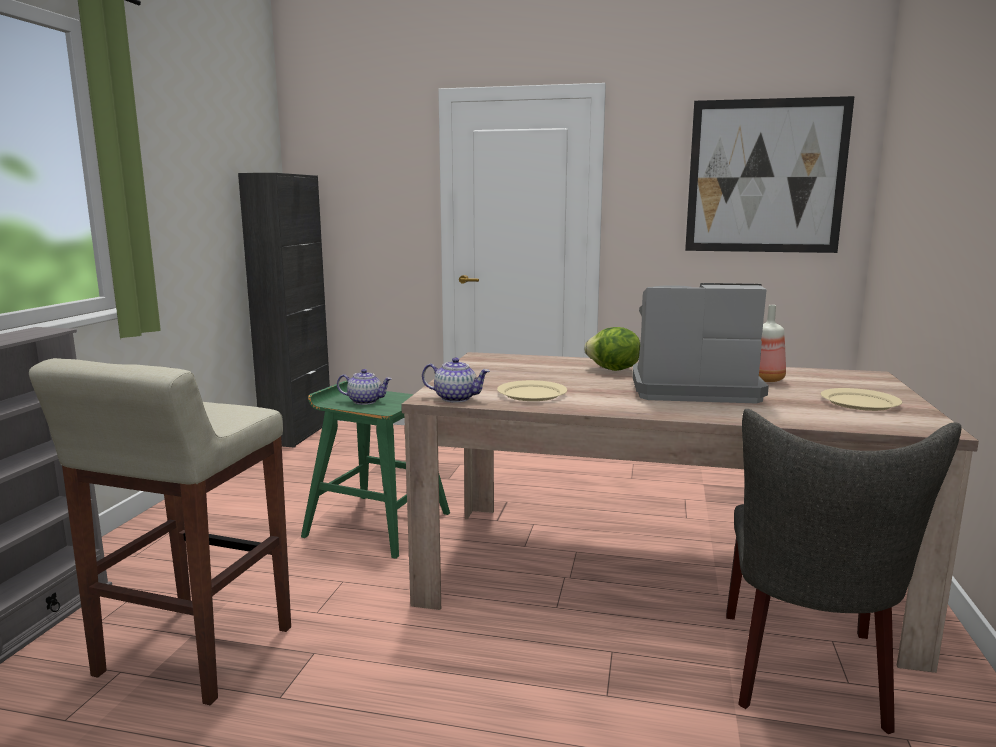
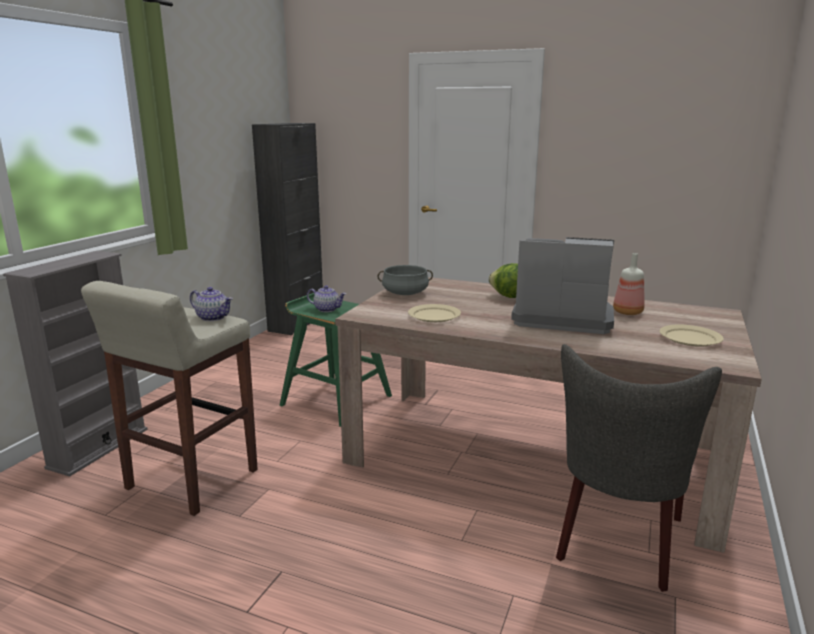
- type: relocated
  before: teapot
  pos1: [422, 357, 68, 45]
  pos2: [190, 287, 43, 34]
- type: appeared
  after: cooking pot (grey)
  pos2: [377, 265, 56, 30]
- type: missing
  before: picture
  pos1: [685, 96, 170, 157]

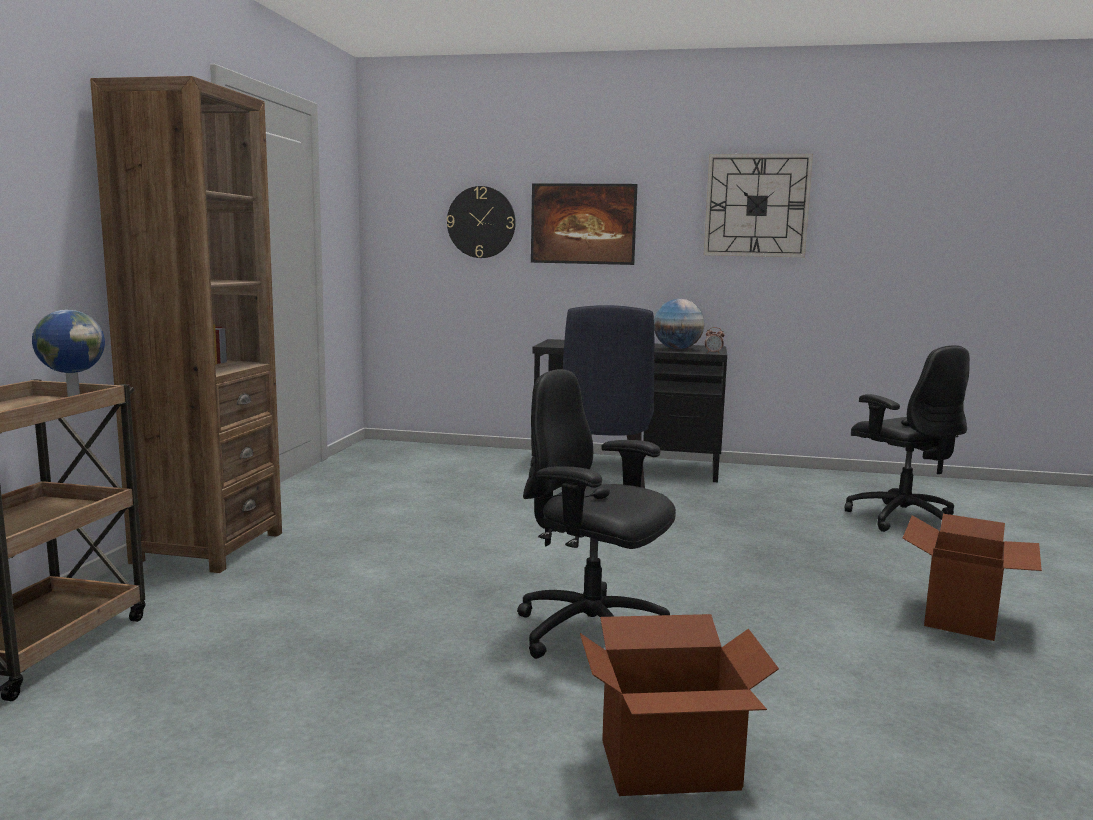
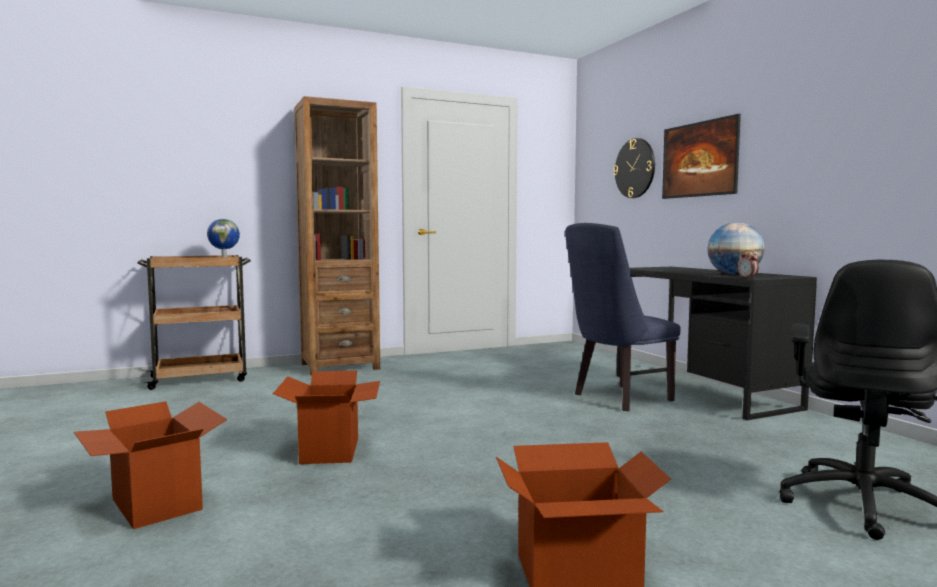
- type: exchanged
  before: office chair (black)
  after: cardboard box
  pos1: [517, 369, 159, 290]
  pos2: [273, 370, 107, 94]
- type: missing
  before: wall clock
  pos1: [704, 154, 109, 103]

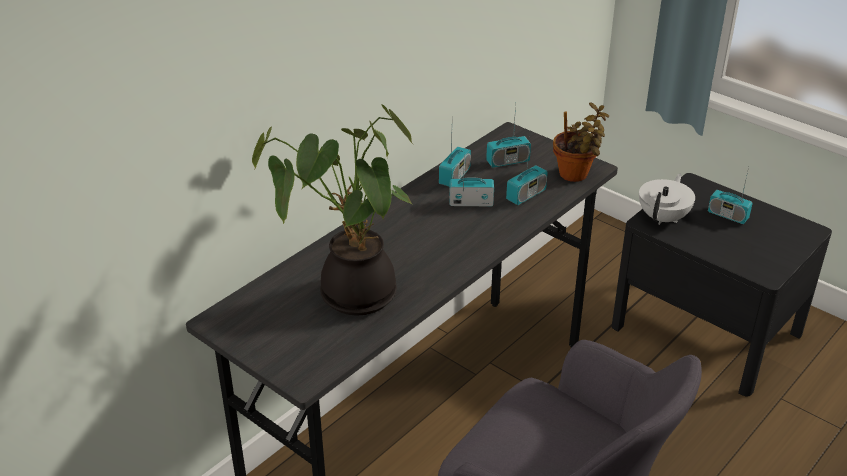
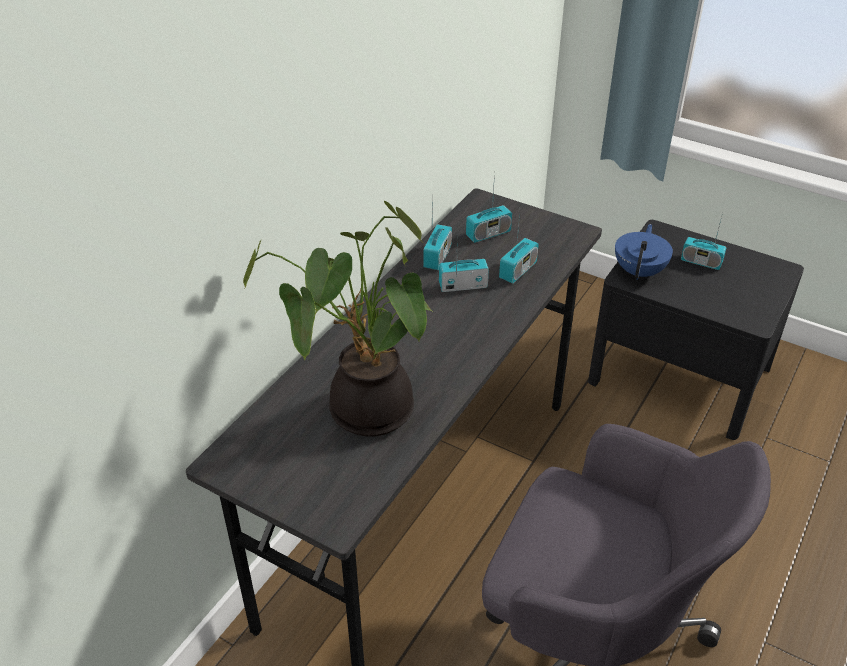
- type: colour
  before: teapot (white)
  after: teapot (blue)
  pos1: [639, 174, 56, 51]
  pos2: [615, 224, 58, 56]
- type: missing
  before: potted plant
  pos1: [553, 102, 56, 80]

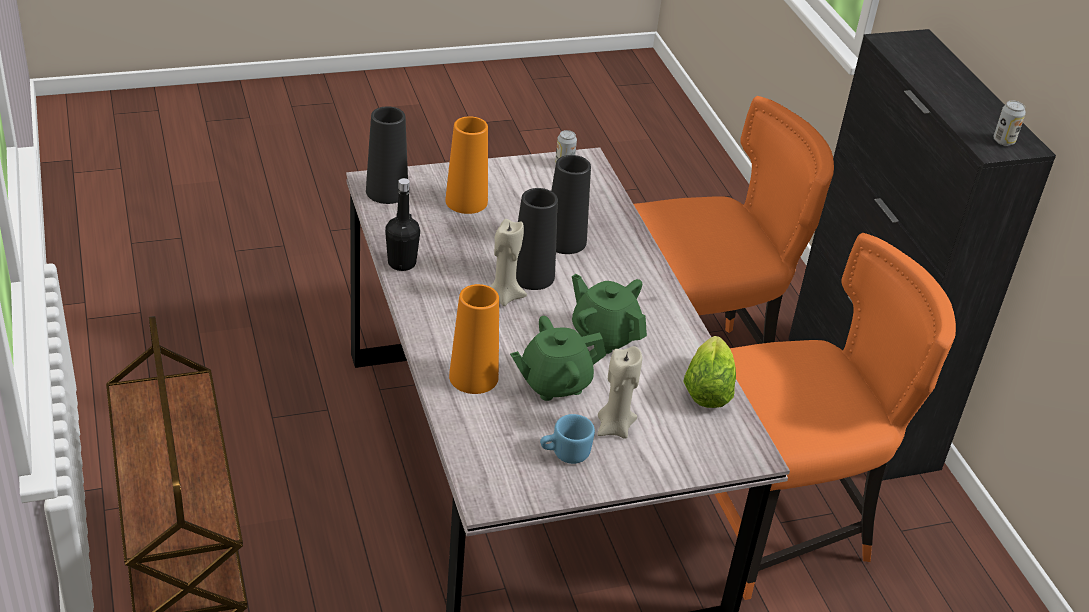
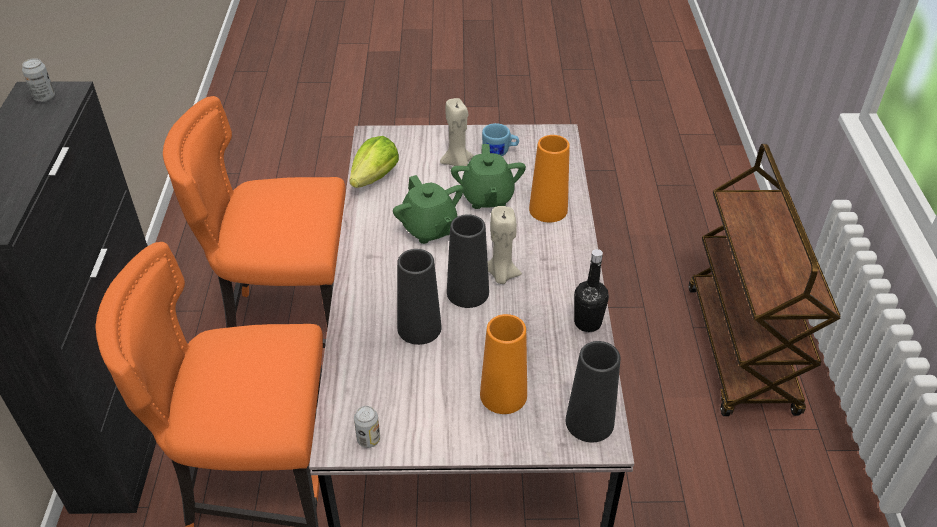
- type: spun
  before: teapot (green)
  pos1: [510, 316, 96, 85]
  pos2: [451, 144, 75, 65]
  turn: 90

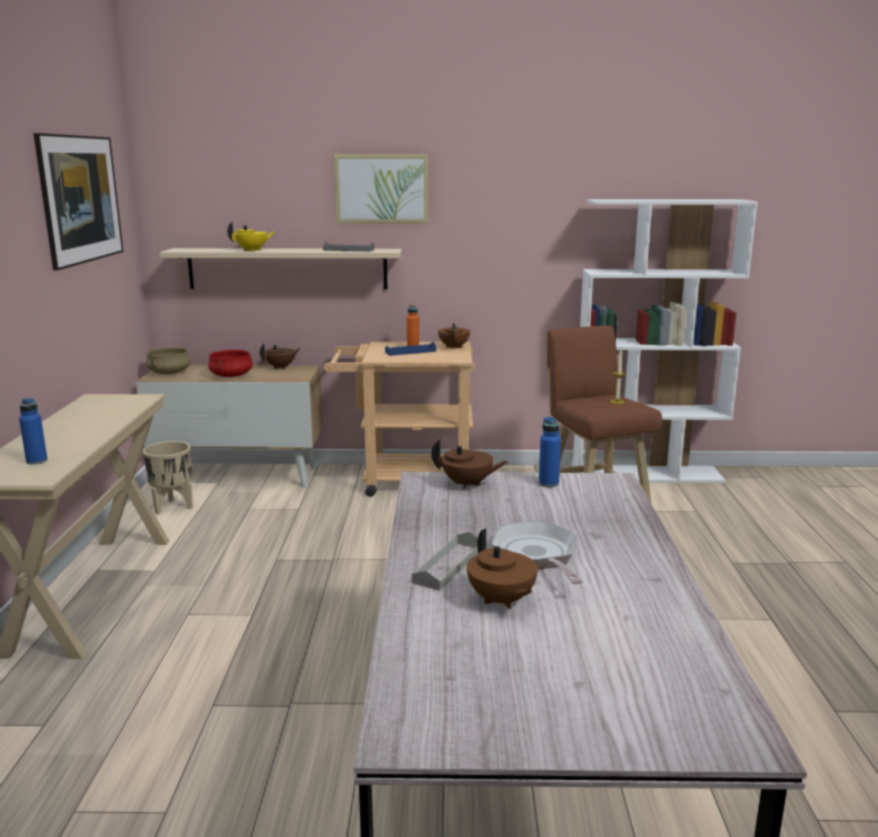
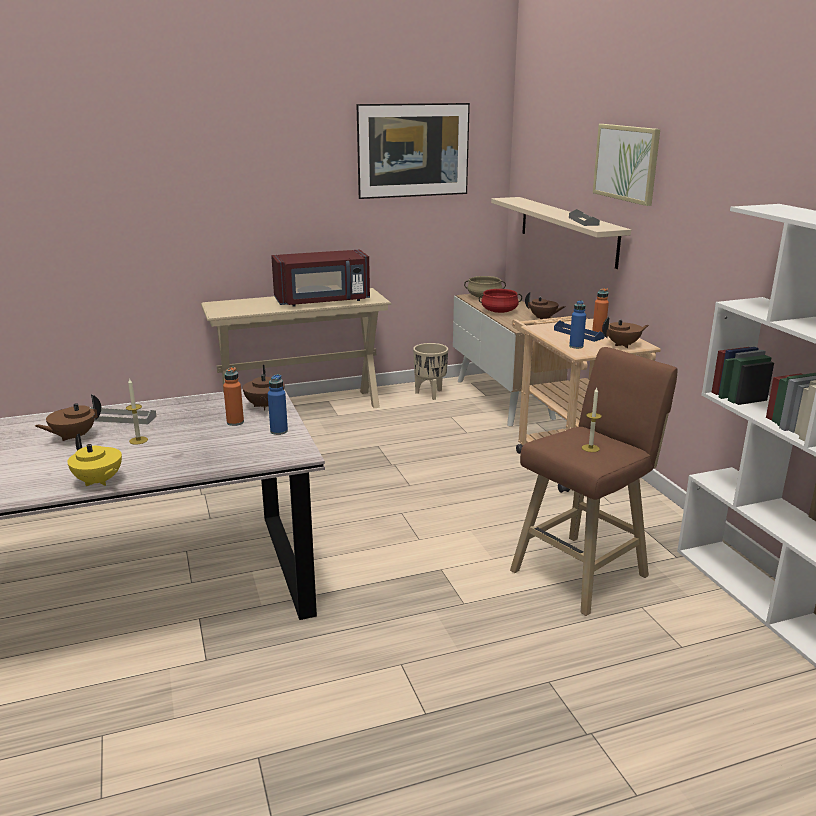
- type: relocated
  before: teapot (yellow)
  pos1: [227, 221, 48, 30]
  pos2: [67, 433, 55, 53]
- type: exchanged
  before: frying pan
  after: candle
  pos1: [492, 520, 91, 64]
  pos2: [126, 379, 22, 66]
- type: appeared
  after: bottle (orange)
  pos2: [223, 367, 21, 59]
- type: appeared
  after: microwave (red)
  pos2: [271, 249, 99, 58]
- type: relocated
  before: bottle (blue)
  pos1: [19, 398, 29, 67]
  pos2: [569, 300, 17, 49]

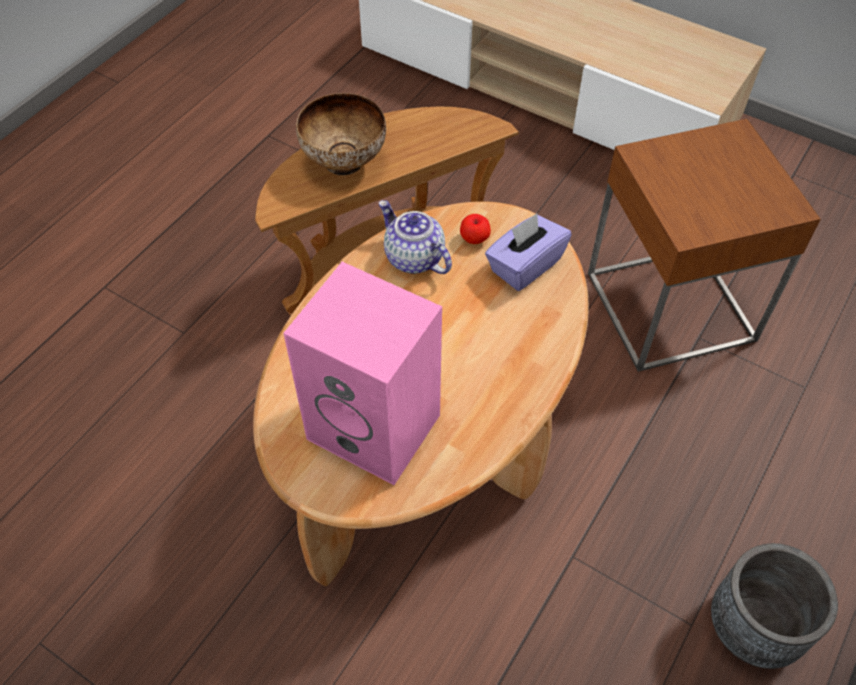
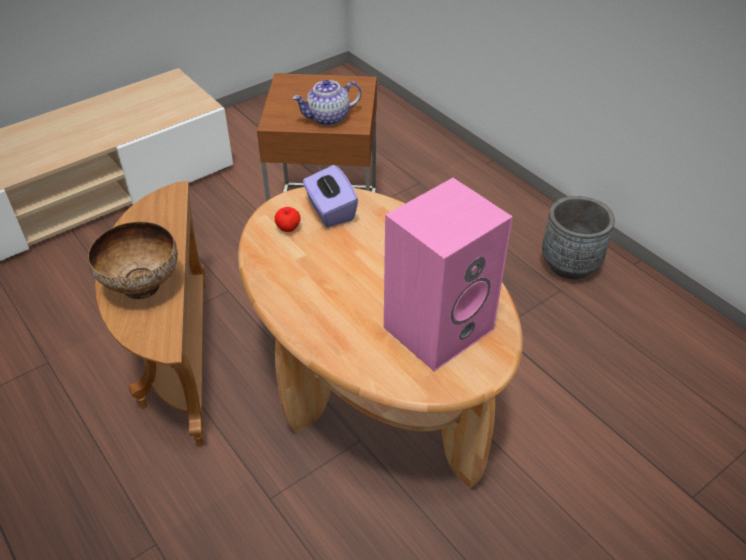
- type: relocated
  before: teapot
  pos1: [379, 200, 73, 74]
  pos2: [292, 79, 69, 47]

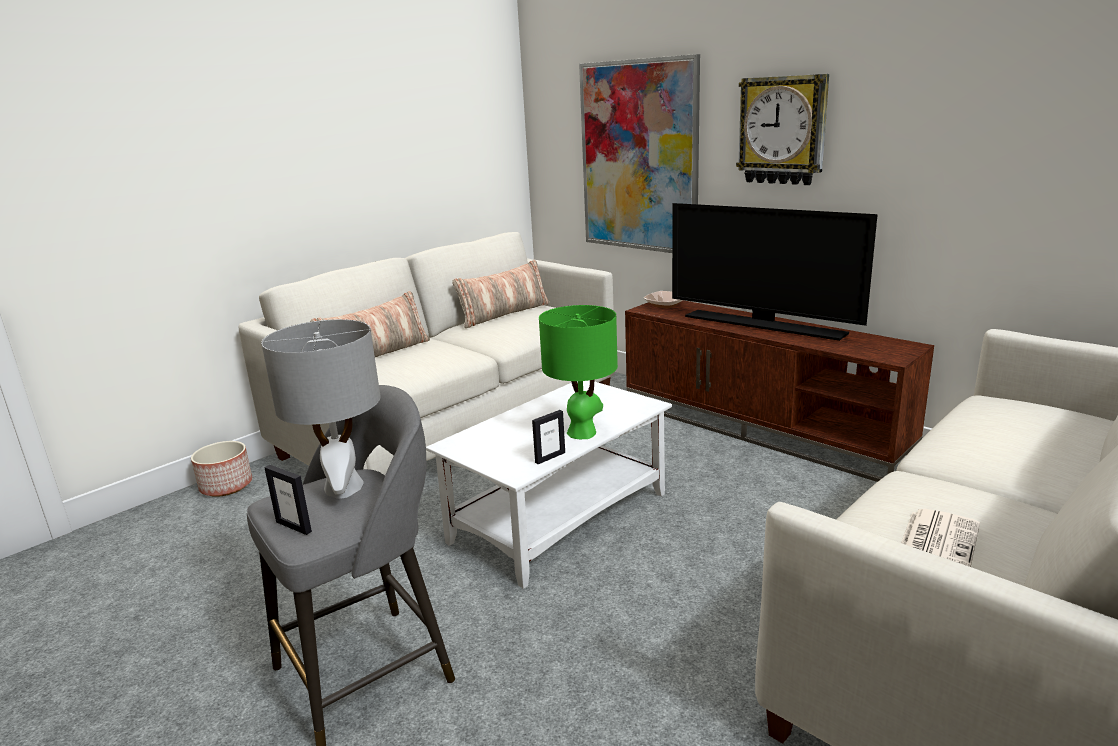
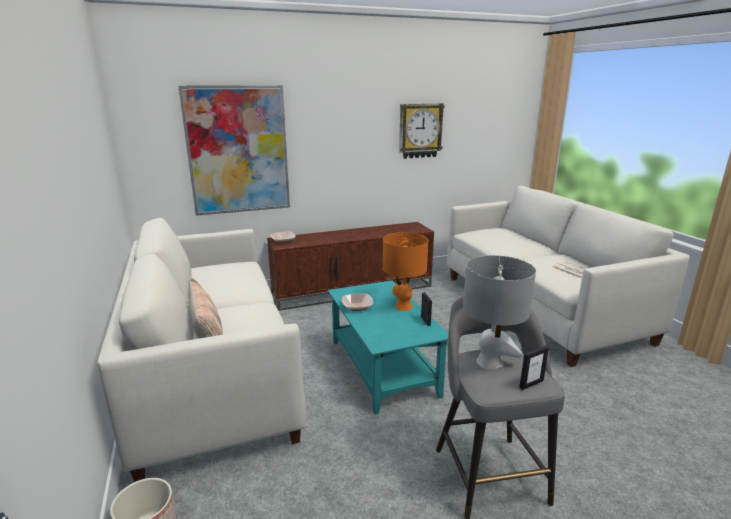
- type: colour
  before: coffee table (white)
  after: coffee table (turquoise)
  pos1: [426, 380, 246, 209]
  pos2: [328, 280, 120, 134]
- type: appeared
  after: bowl
  pos2: [342, 293, 31, 18]
- type: colour
  before: table lamp (green)
  after: table lamp (orange)
  pos1: [539, 305, 79, 134]
  pos2: [383, 232, 45, 79]
- type: relocated
  before: wall clock
  pos1: [736, 74, 93, 111]
  pos2: [399, 103, 46, 56]
- type: missing
  before: pillow
  pos1: [452, 260, 98, 68]
- type: missing
  before: television
  pos1: [672, 203, 206, 138]

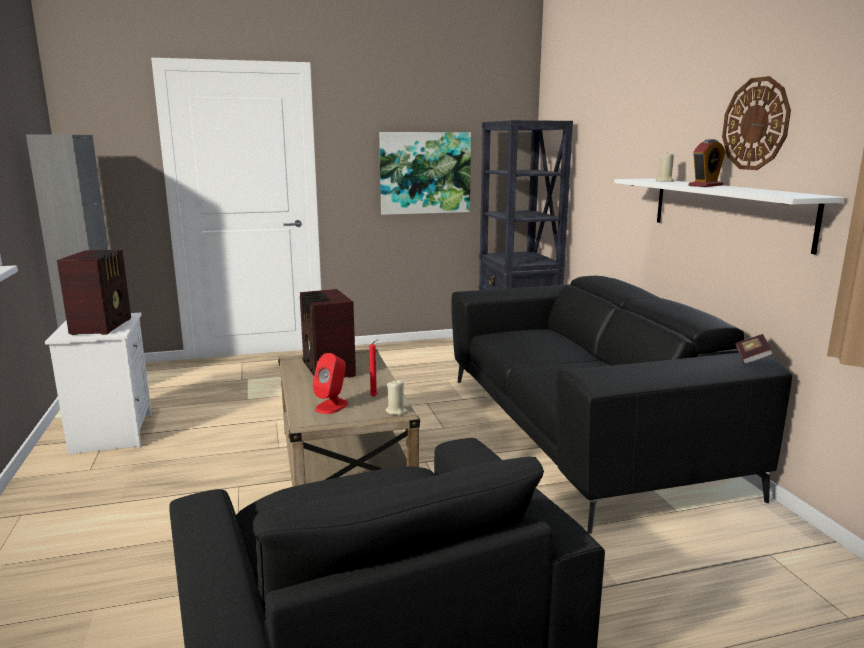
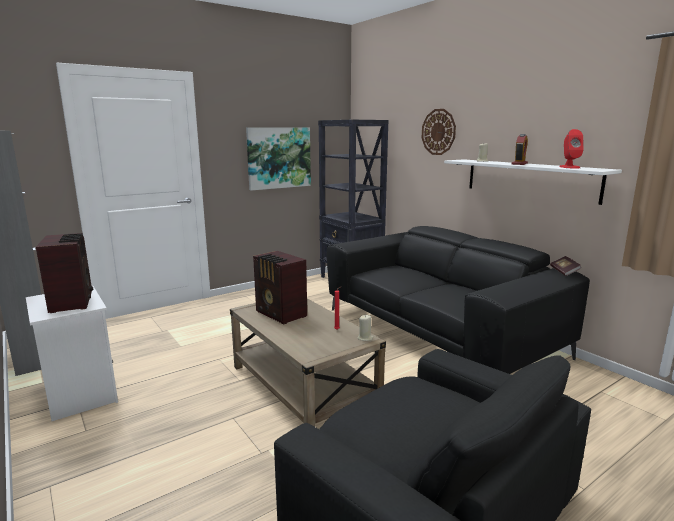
- type: relocated
  before: wall clock
  pos1: [722, 76, 69, 94]
  pos2: [421, 109, 35, 46]
- type: relocated
  before: speaker (red)
  pos1: [313, 353, 35, 61]
  pos2: [559, 129, 25, 39]

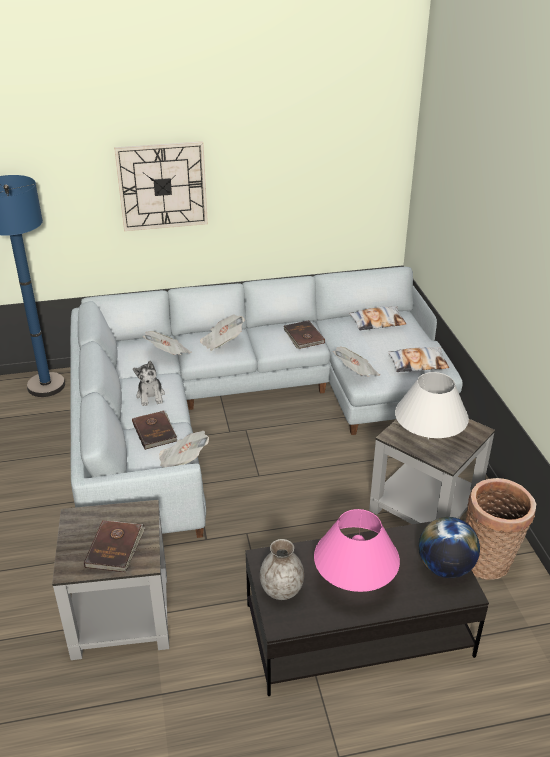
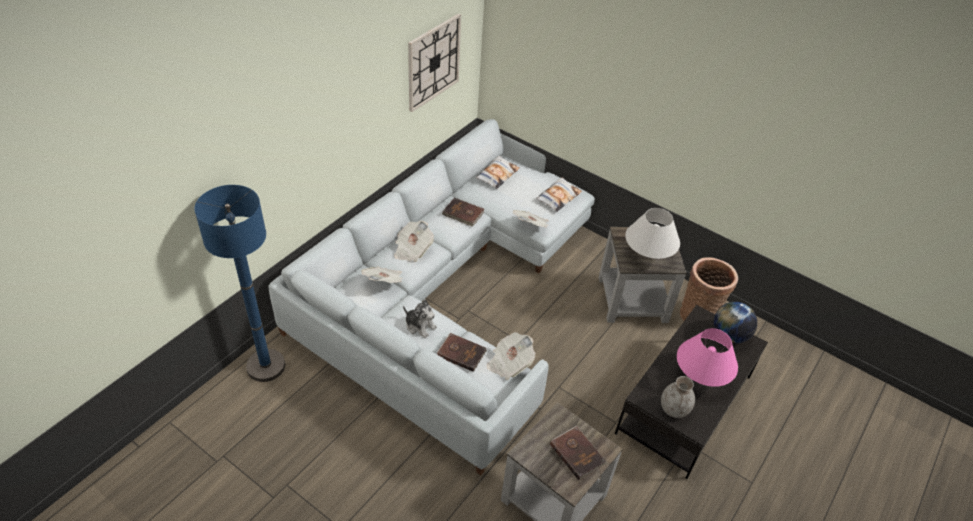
- type: relocated
  before: wall clock
  pos1: [114, 141, 94, 90]
  pos2: [408, 13, 53, 99]

